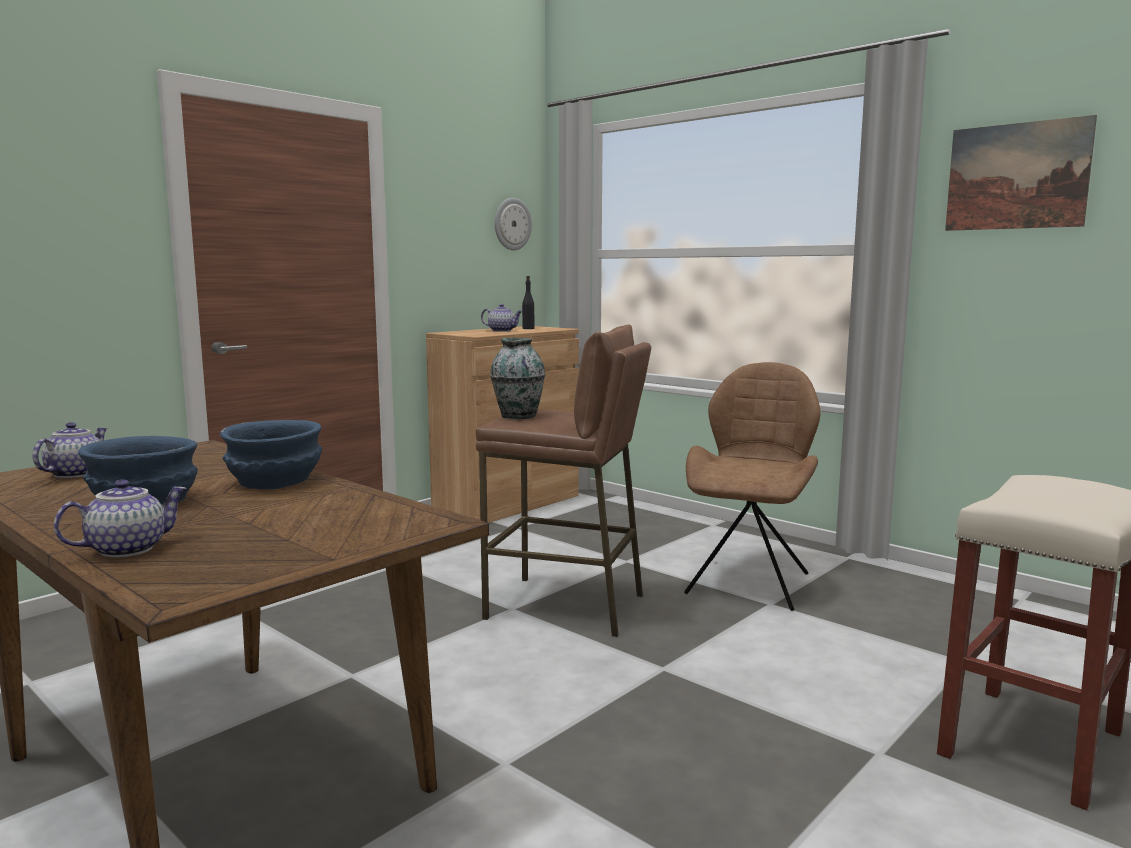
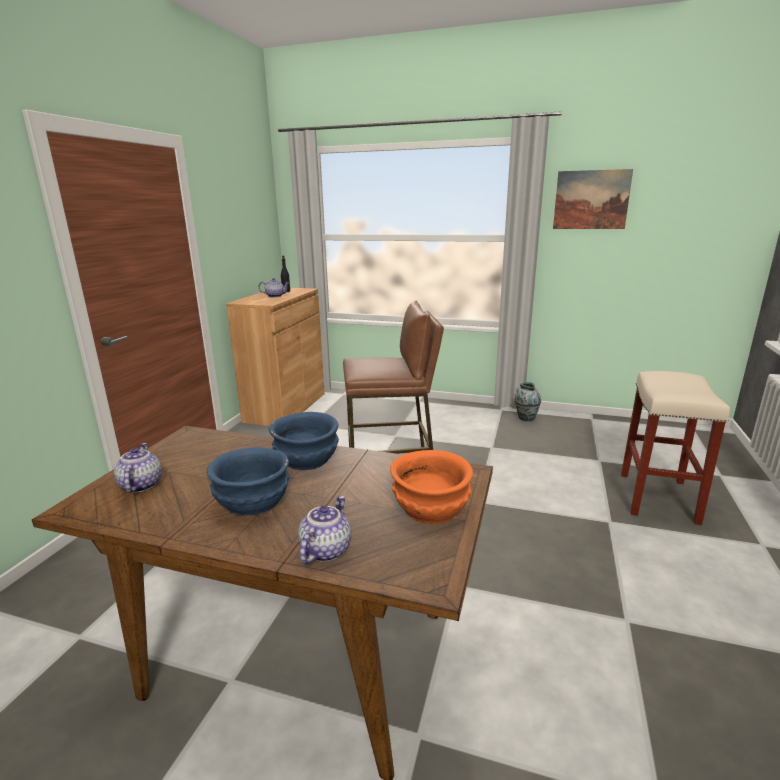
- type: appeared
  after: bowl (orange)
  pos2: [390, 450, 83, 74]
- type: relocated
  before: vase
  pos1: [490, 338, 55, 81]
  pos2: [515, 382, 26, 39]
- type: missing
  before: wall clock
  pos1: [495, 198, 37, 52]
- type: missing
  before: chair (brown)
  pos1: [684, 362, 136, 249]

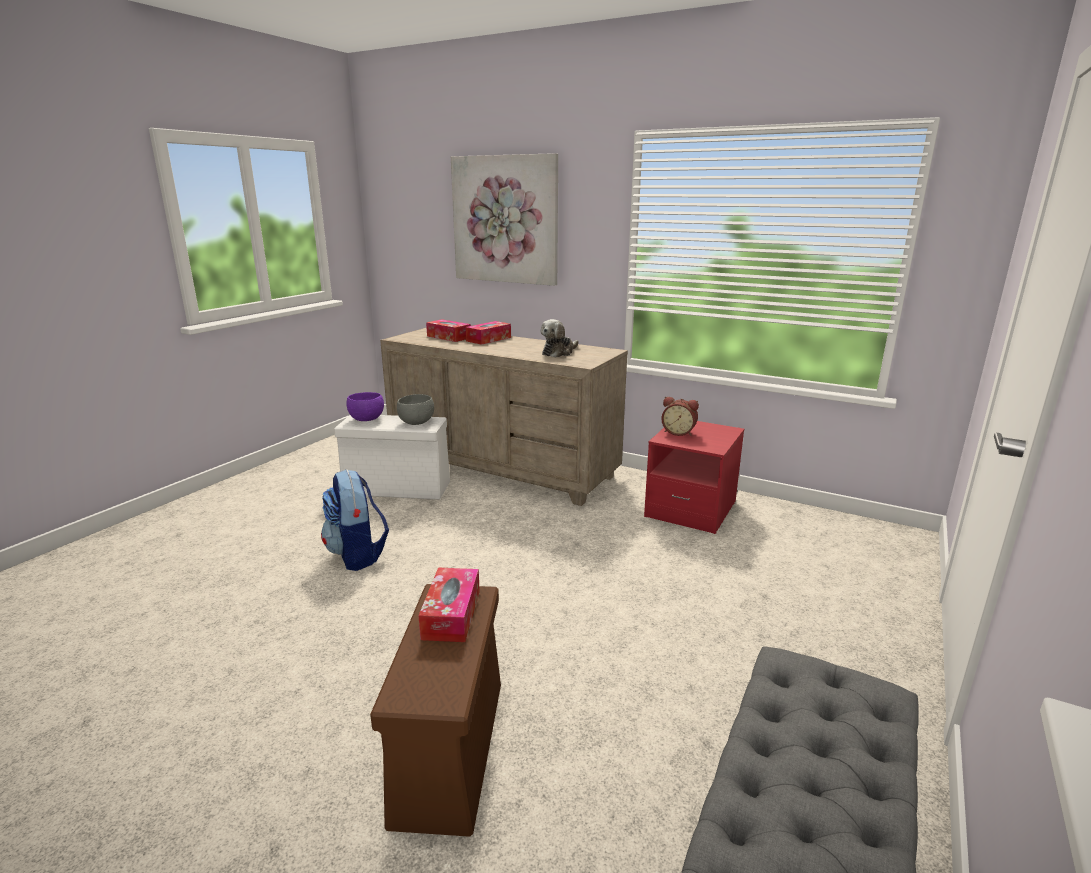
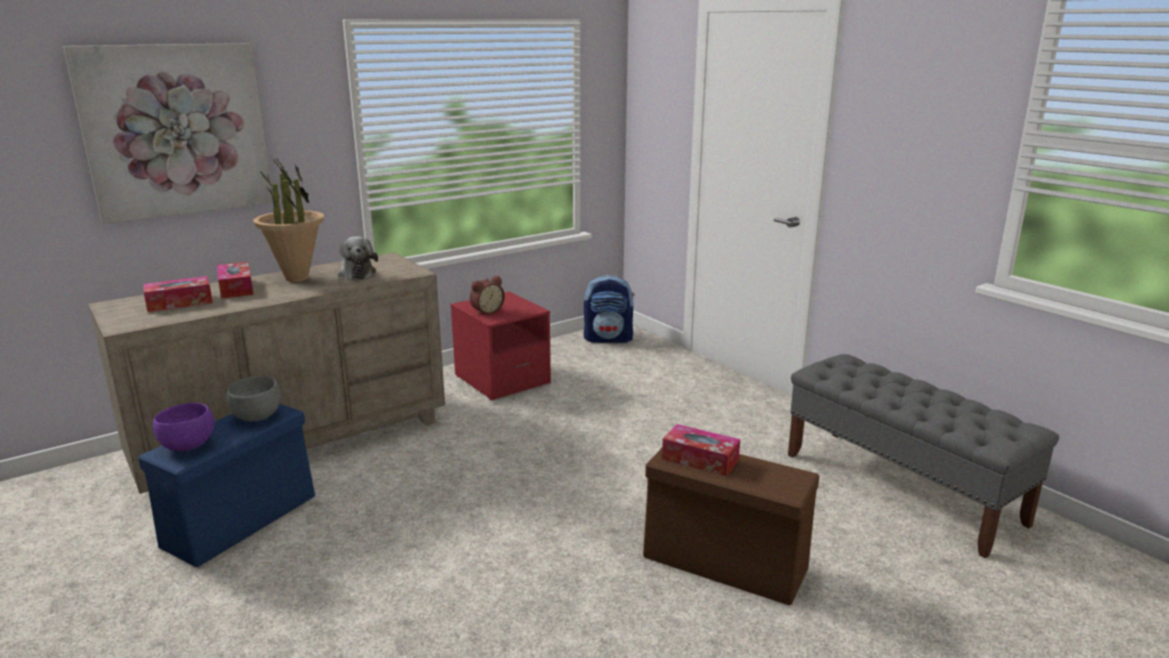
- type: colour
  before: storage box (white)
  after: storage box (blue)
  pos1: [334, 415, 116, 85]
  pos2: [138, 404, 177, 163]
- type: appeared
  after: potted plant
  pos2: [253, 157, 71, 125]
- type: relocated
  before: backpack
  pos1: [321, 469, 68, 102]
  pos2: [584, 275, 51, 68]

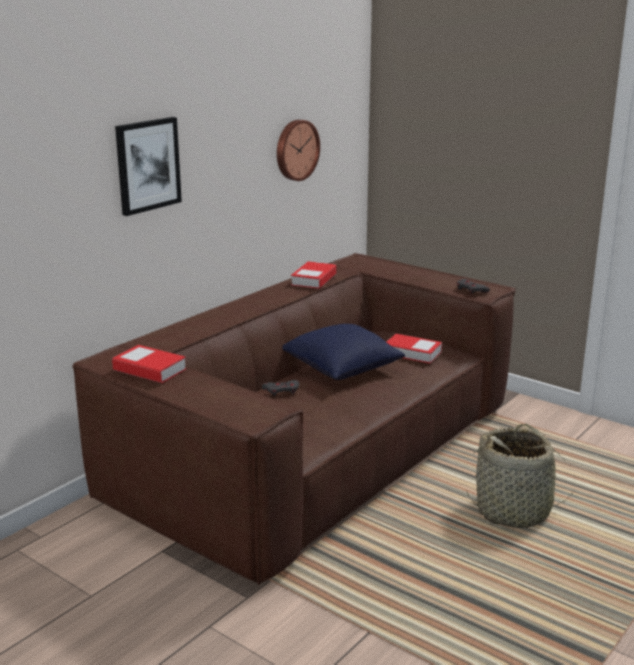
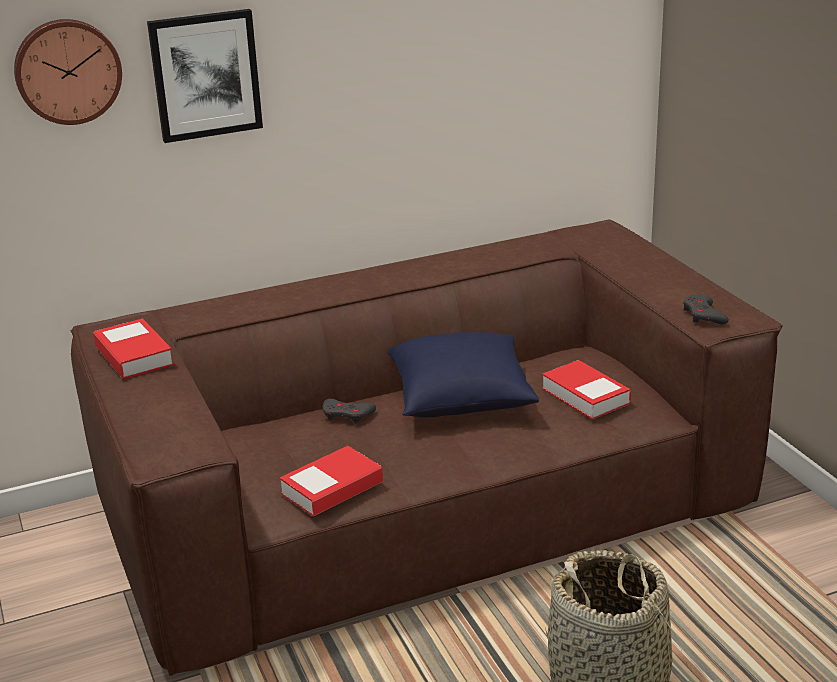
- type: relocated
  before: wall clock
  pos1: [277, 120, 43, 61]
  pos2: [14, 19, 108, 106]
- type: relocated
  before: book
  pos1: [291, 261, 45, 28]
  pos2: [279, 446, 104, 70]

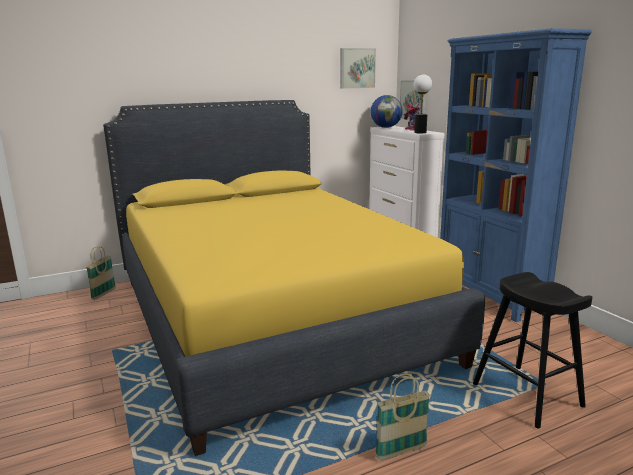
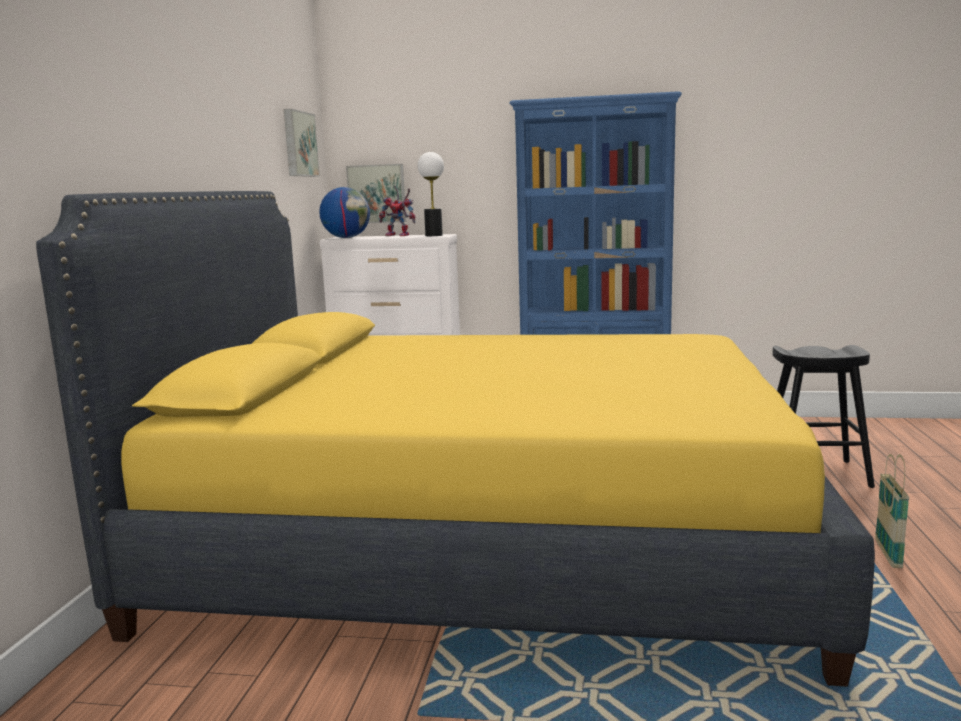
- type: missing
  before: basket
  pos1: [86, 246, 30, 54]

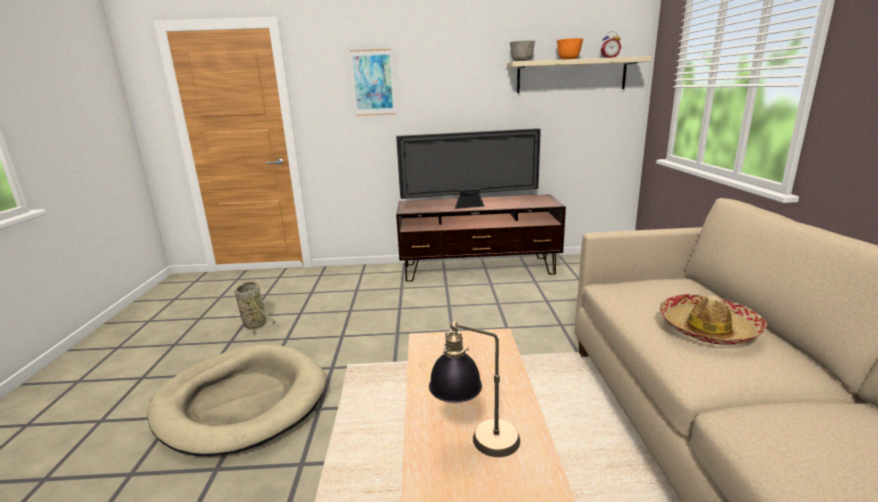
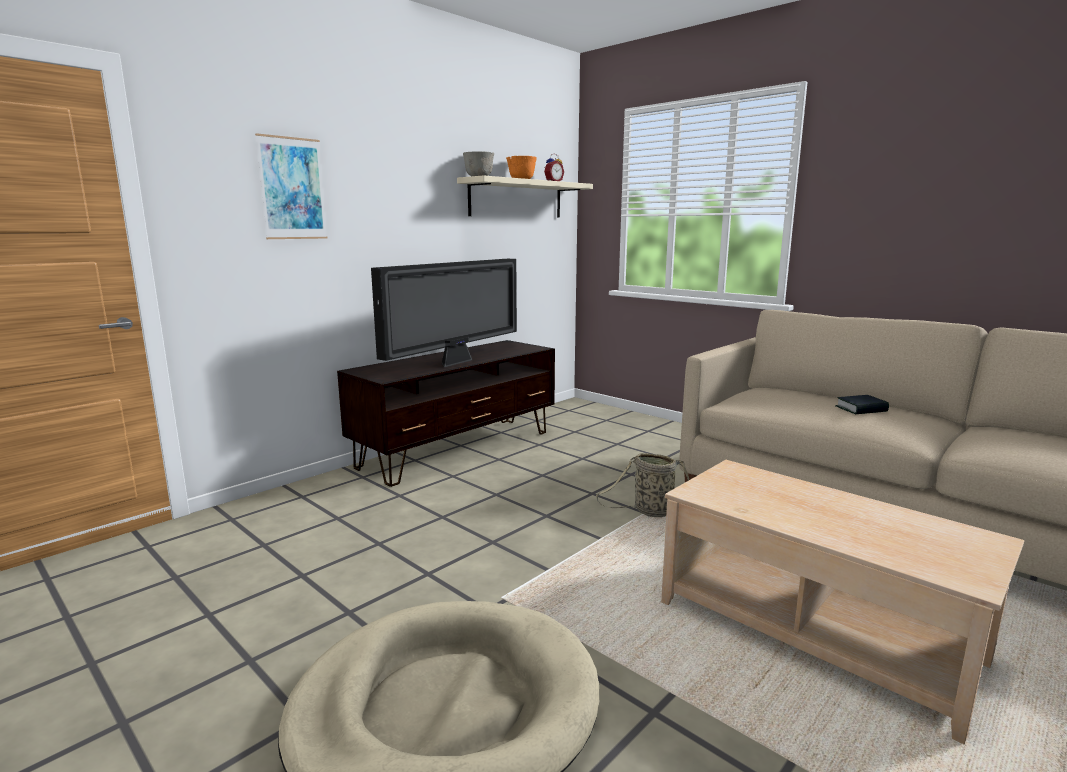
- type: relocated
  before: basket
  pos1: [235, 281, 41, 53]
  pos2: [596, 453, 93, 64]
- type: exchanged
  before: hat
  after: book
  pos1: [660, 294, 107, 51]
  pos2: [835, 395, 54, 19]
- type: missing
  before: table lamp
  pos1: [429, 321, 91, 136]

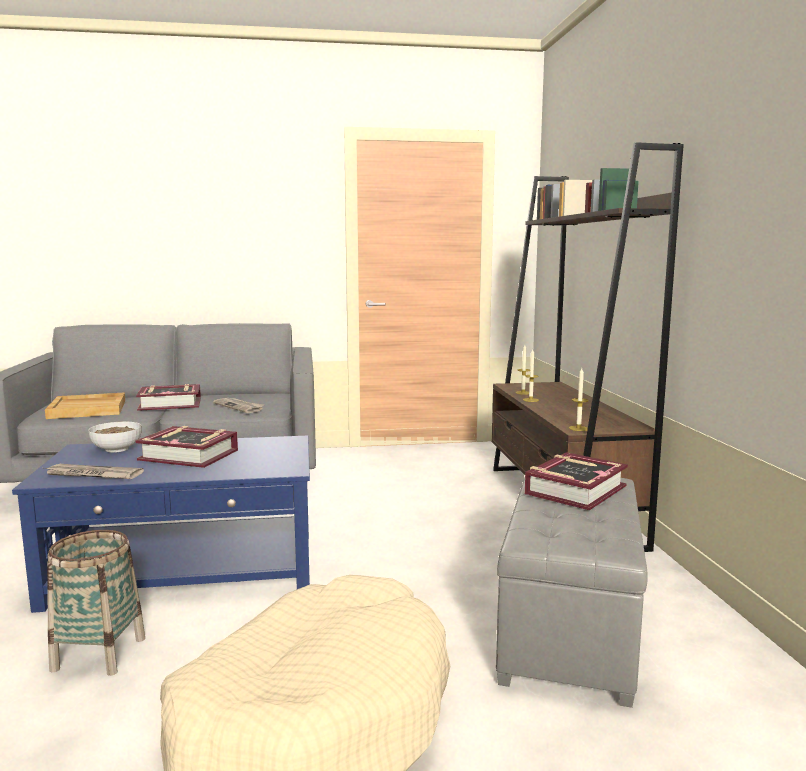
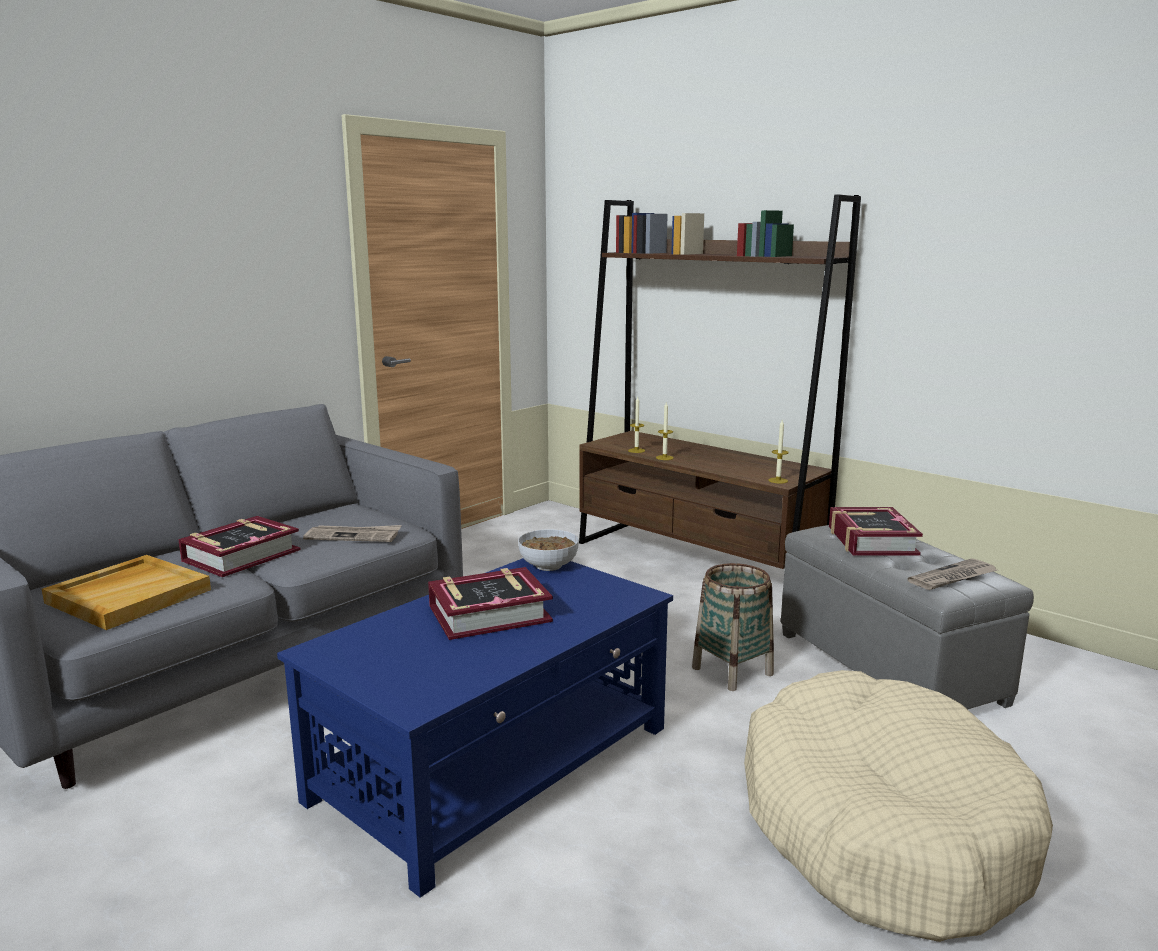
- type: relocated
  before: bowl
  pos1: [89, 422, 53, 31]
  pos2: [518, 530, 61, 41]
- type: relocated
  before: basket
  pos1: [47, 530, 98, 146]
  pos2: [692, 563, 82, 128]
- type: relocated
  before: newspaper
  pos1: [44, 464, 100, 15]
  pos2: [908, 558, 89, 32]

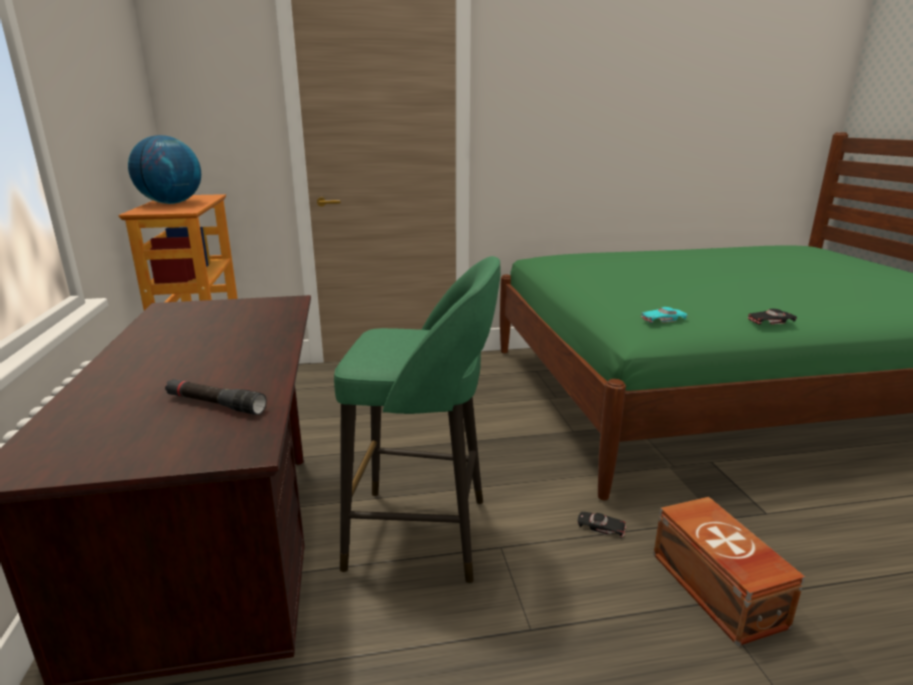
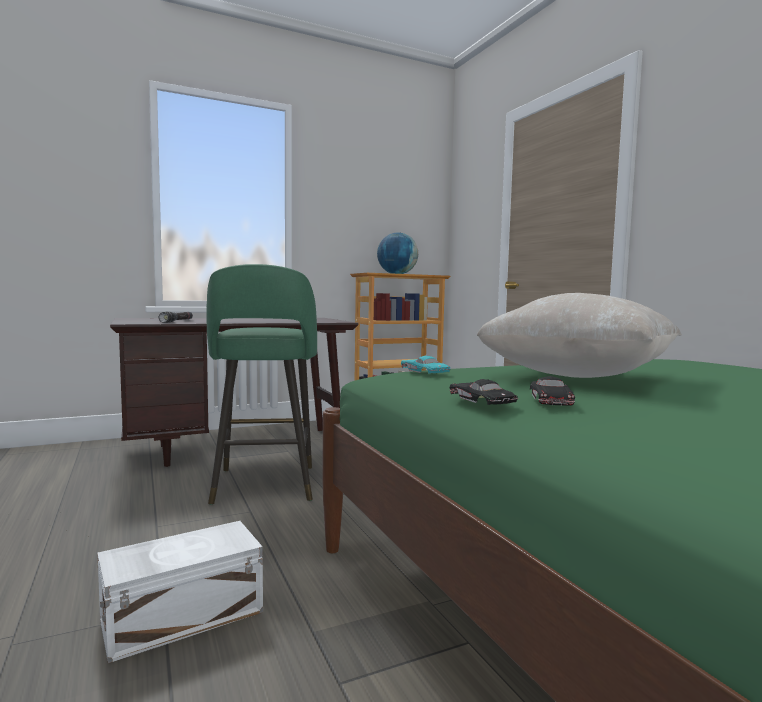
- type: colour
  before: storage box (brown)
  after: storage box (white)
  pos1: [653, 497, 152, 149]
  pos2: [97, 521, 166, 142]
- type: appeared
  after: pillow (beige)
  pos2: [477, 293, 205, 85]
- type: relocated
  before: toy car (black)
  pos1: [578, 512, 48, 26]
  pos2: [530, 376, 45, 30]

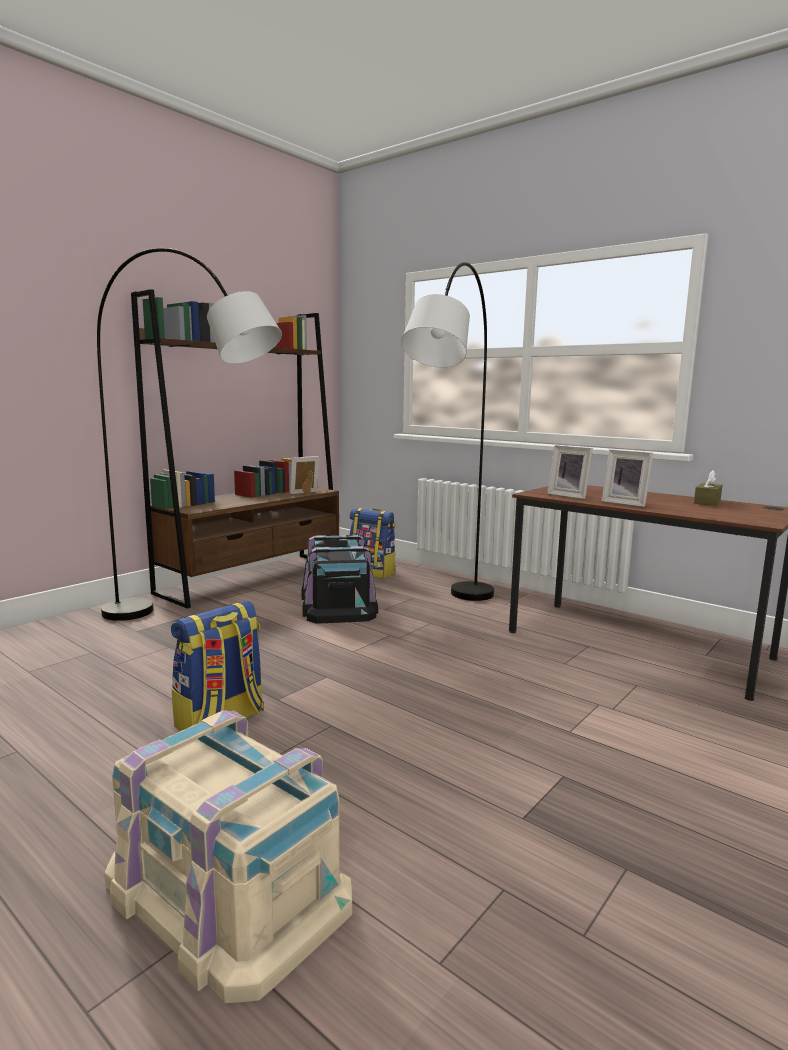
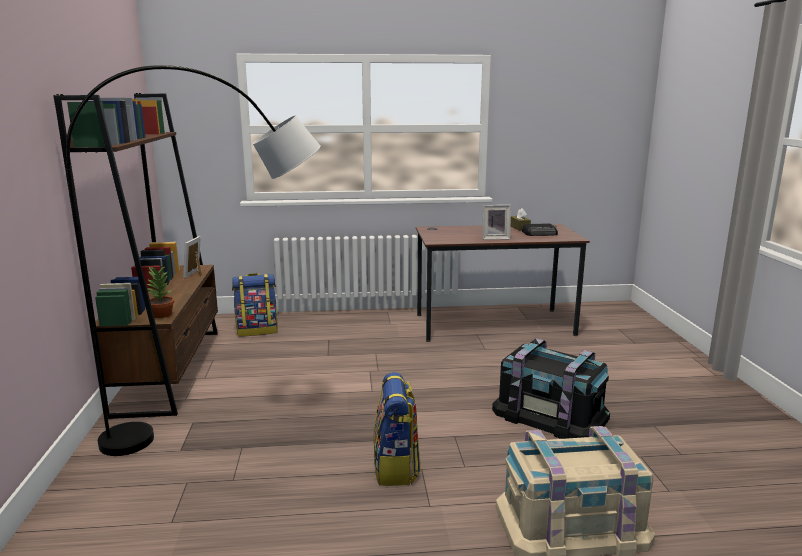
- type: appeared
  after: potted plant
  pos2: [146, 267, 28, 51]
- type: relocated
  before: storage box (black)
  pos1: [301, 535, 77, 88]
  pos2: [492, 339, 118, 100]
- type: appeared
  after: radio
  pos2: [522, 223, 36, 13]
- type: missing
  before: floor lamp (grey)
  pos1: [401, 262, 93, 339]
- type: missing
  before: picture frame
  pos1: [547, 445, 46, 54]

